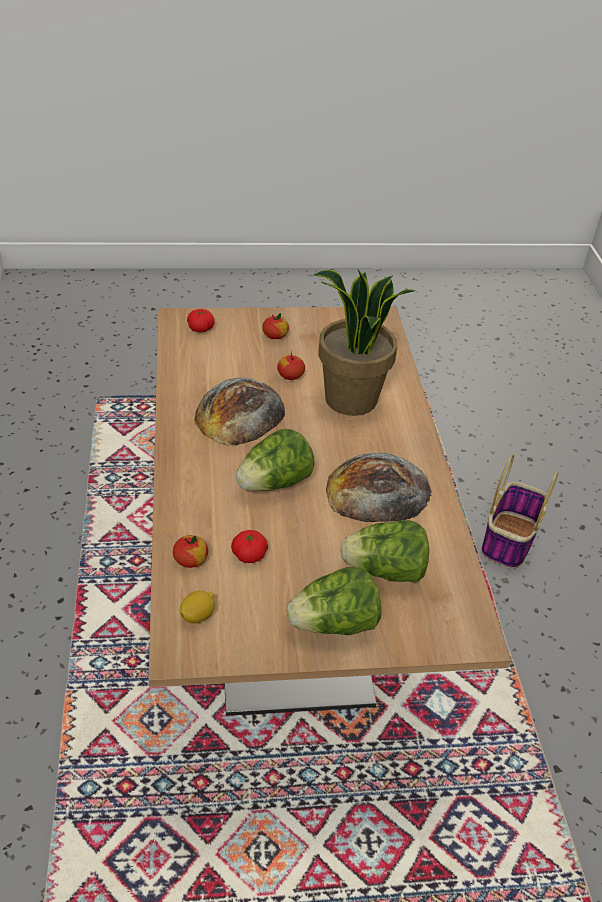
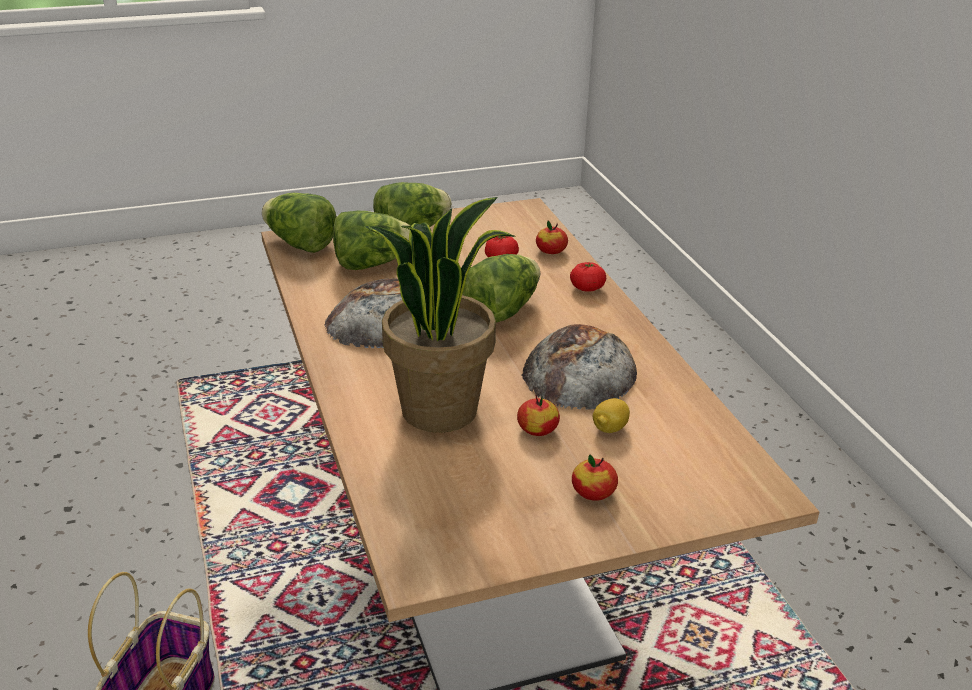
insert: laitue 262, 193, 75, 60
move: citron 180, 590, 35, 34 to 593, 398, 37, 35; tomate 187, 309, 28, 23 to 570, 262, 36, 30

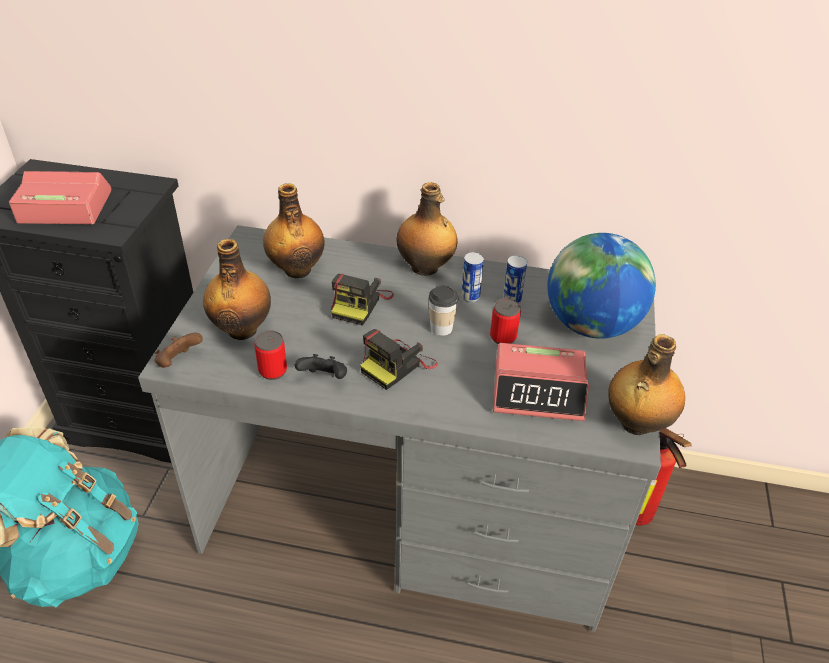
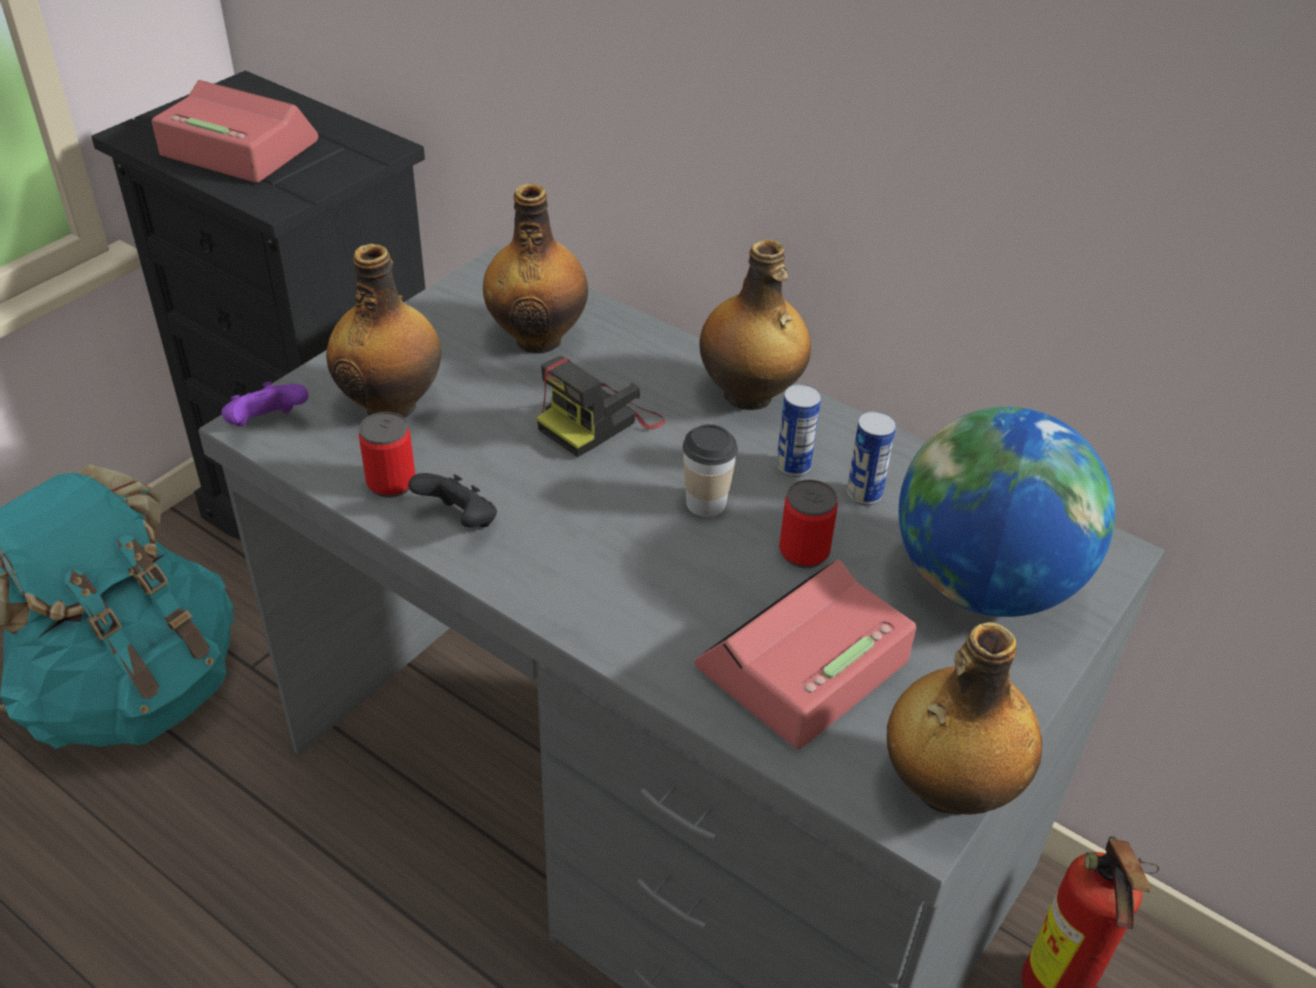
delete: appareil photo 360, 329, 78, 61
recolor: manette/marron 155, 333, 48, 35 to manette/violet 221, 382, 87, 44
rotate: réveil 493, 343, 96, 78 = 695, 559, 221, 190 105 degrees clockwise

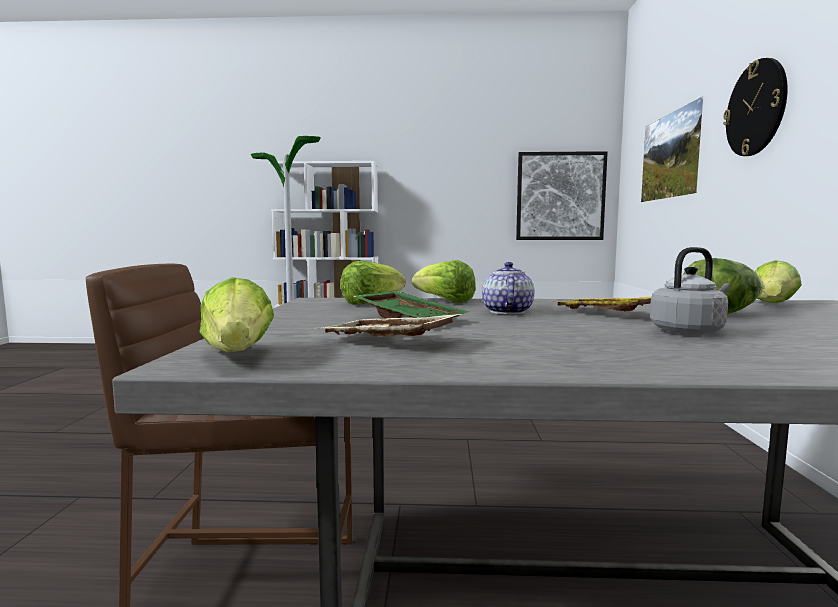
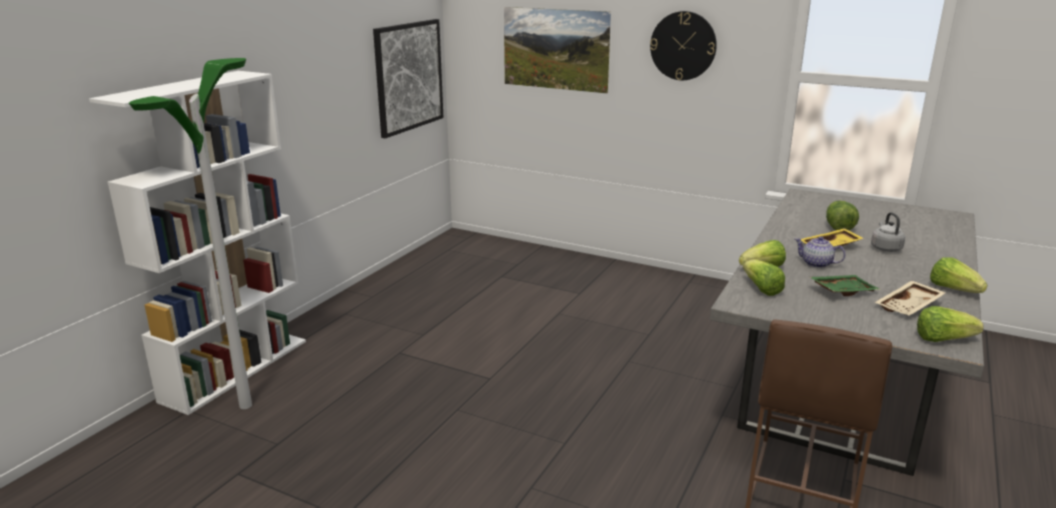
move: laitue 755, 260, 47, 43 to 930, 257, 58, 36

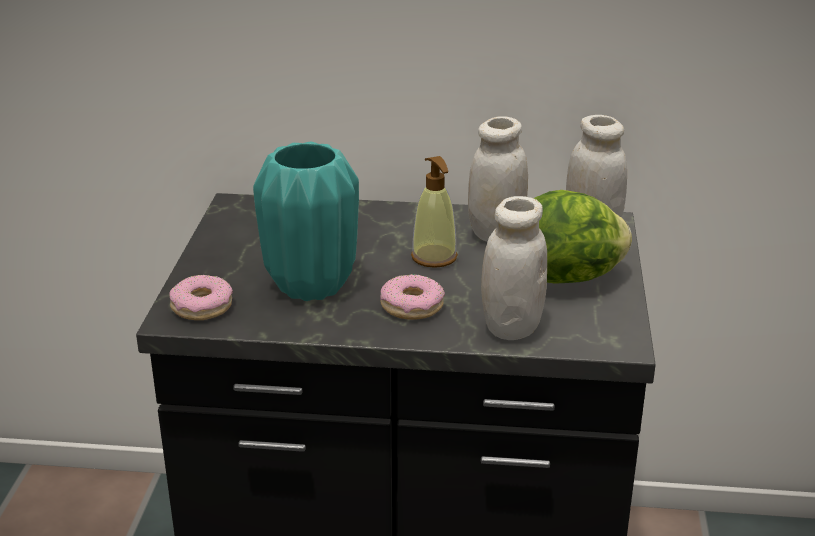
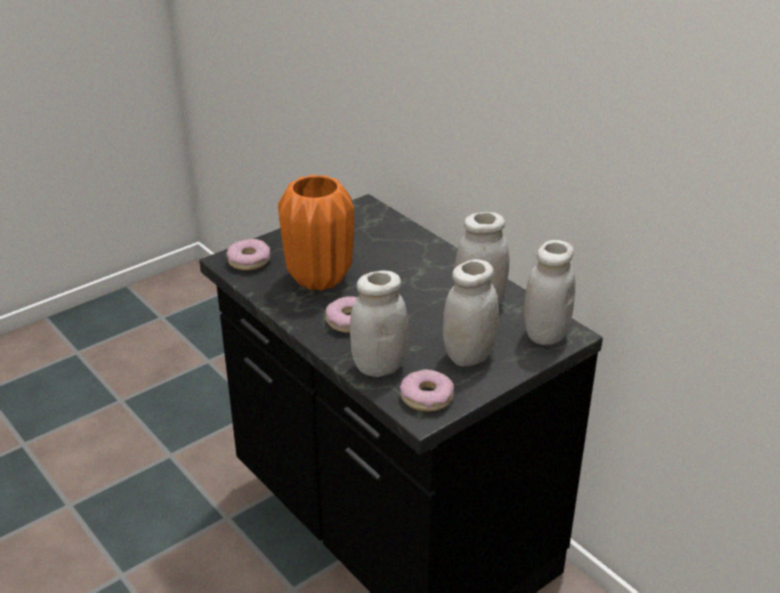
delete: distributeur de savon 411, 156, 47, 112
insert: beignet 400, 370, 54, 42
replace: laitue 534, 190, 98, 94 to bocal/blanc 443, 259, 56, 108
recolor: vase/turquoise 253, 142, 106, 159 to vase/orange 278, 175, 76, 116

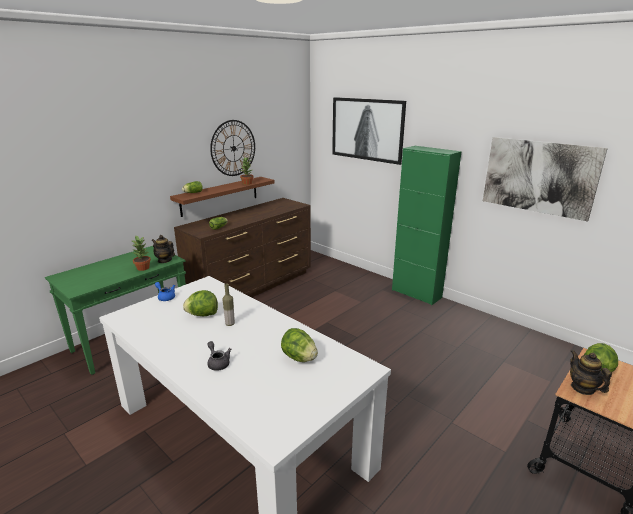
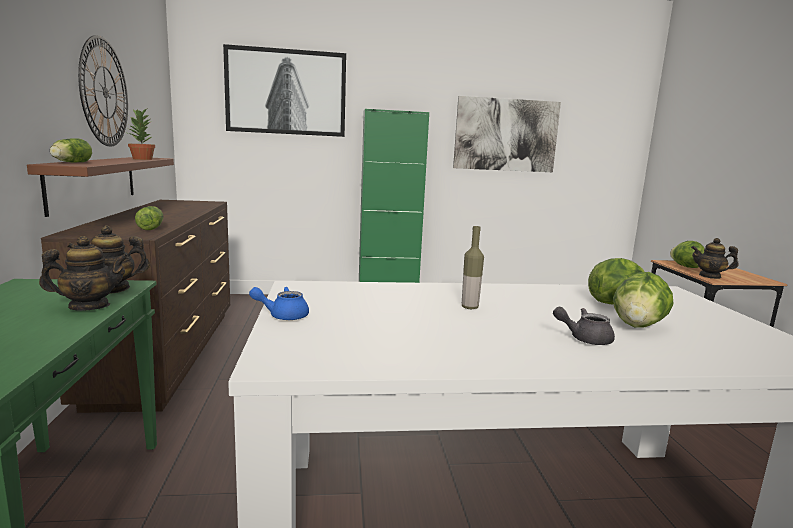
move: laitue 183, 290, 35, 26 to 613, 272, 60, 55
replace: plante en pot 131, 236, 20, 35 to théière 39, 236, 90, 75

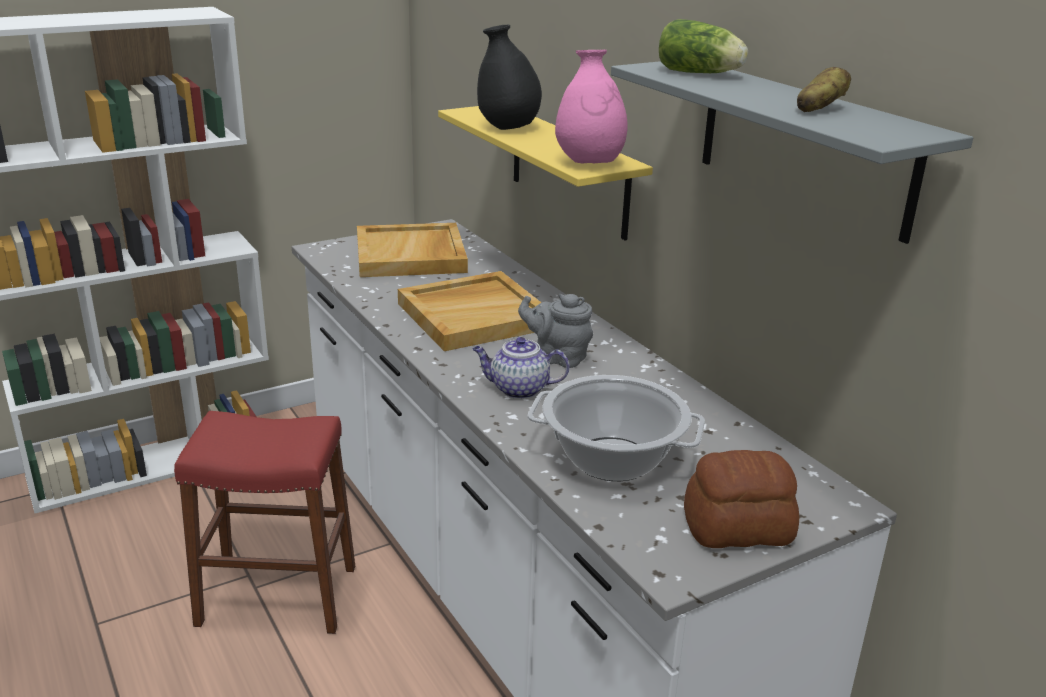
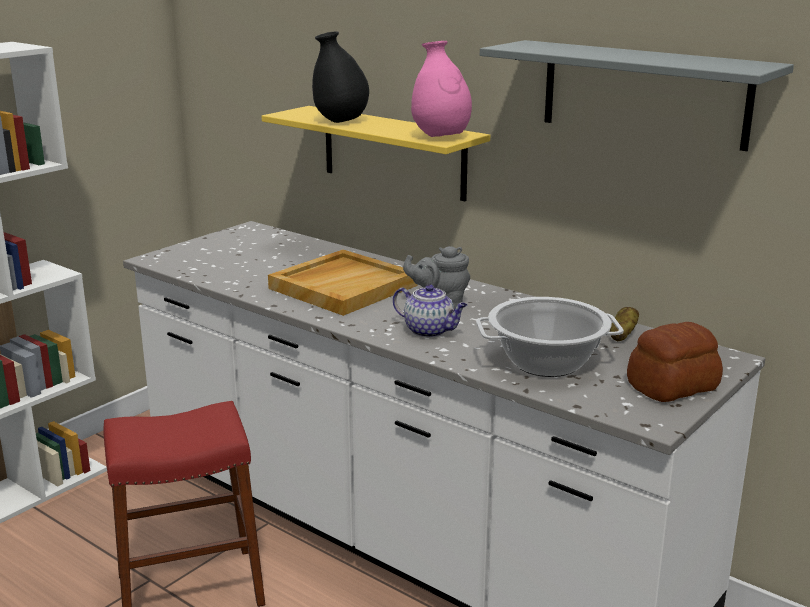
delete: plateau/beige 357, 223, 111, 54; laitue 659, 19, 89, 54
move: pomme de terre 797, 67, 54, 45 to 610, 307, 29, 34
rotate: théière 473, 337, 97, 62 = 393, 284, 74, 54 135 degrees counterclockwise

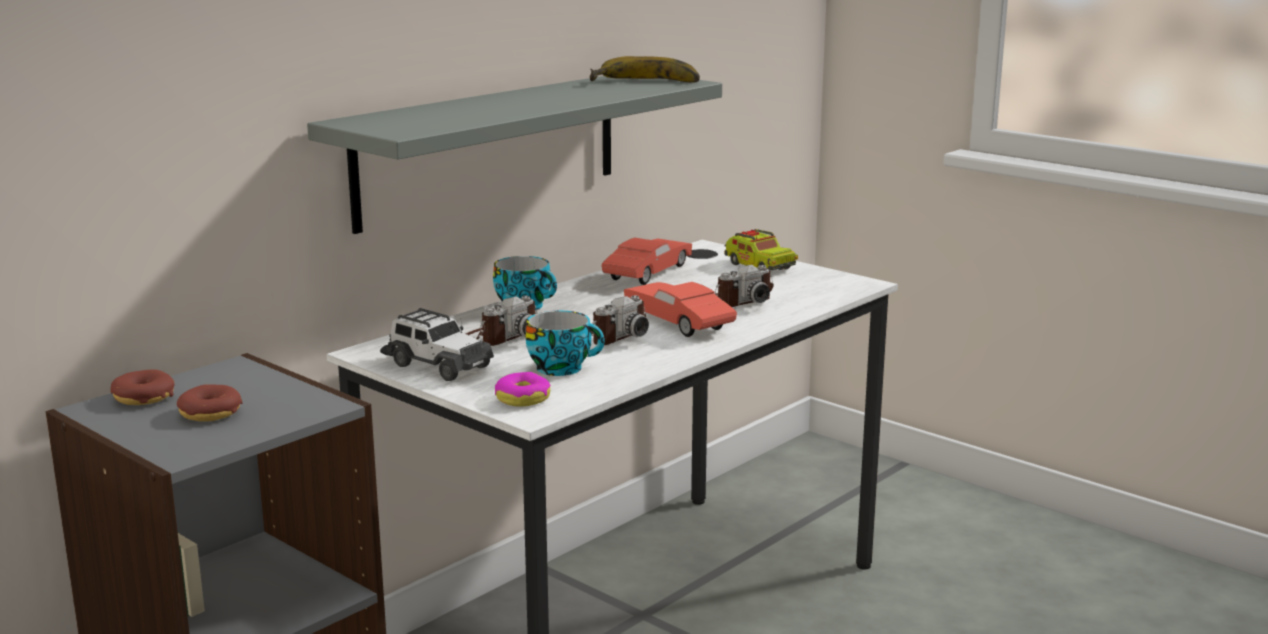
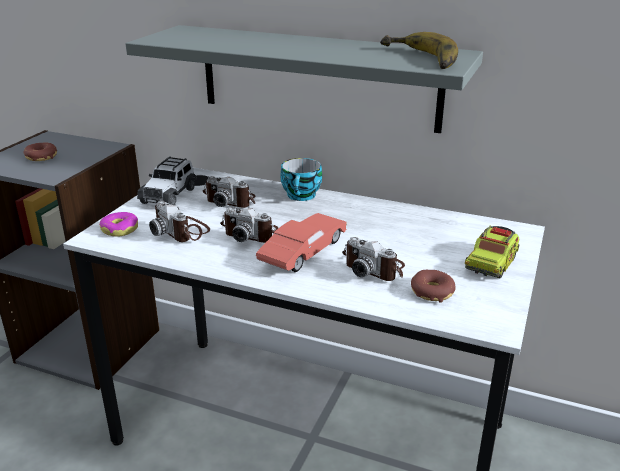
delete: petite voiture/rouge 601, 238, 91, 47
move: beignet 110, 369, 65, 36 to 411, 270, 45, 33
replace: tasse 526, 311, 79, 65 to appareil photo 149, 201, 61, 41

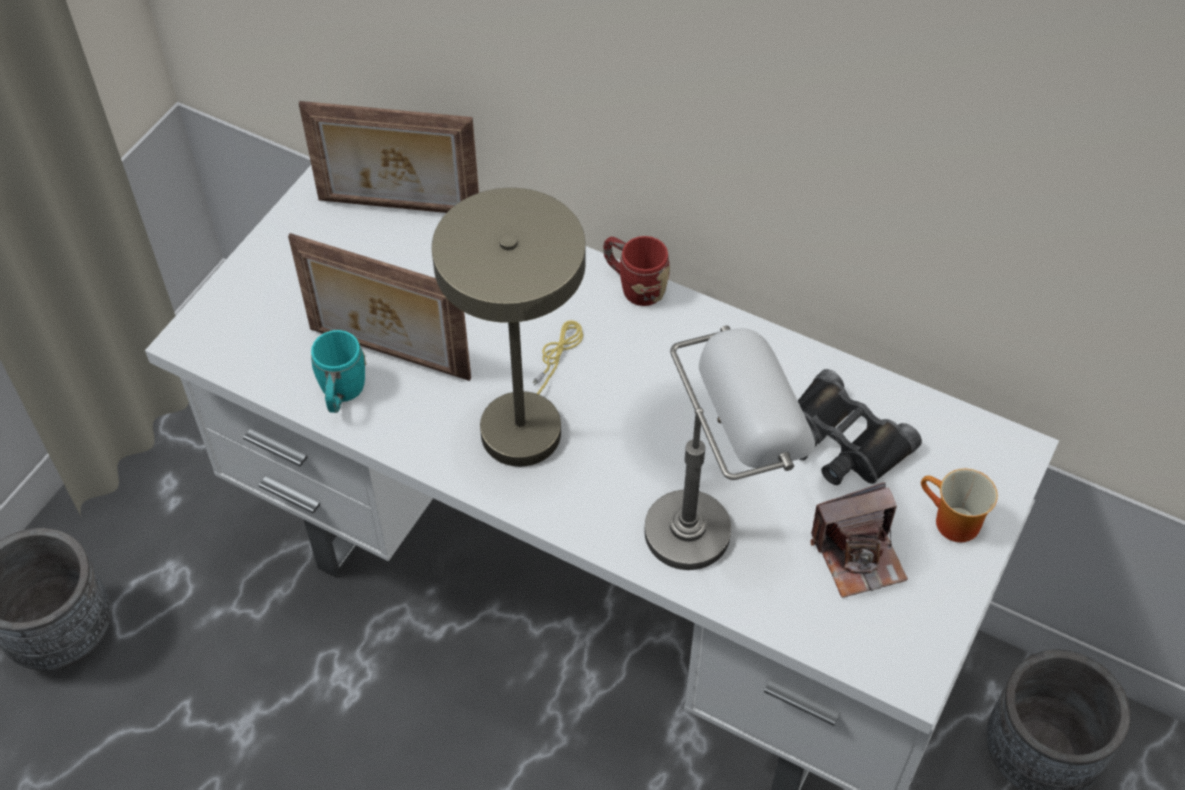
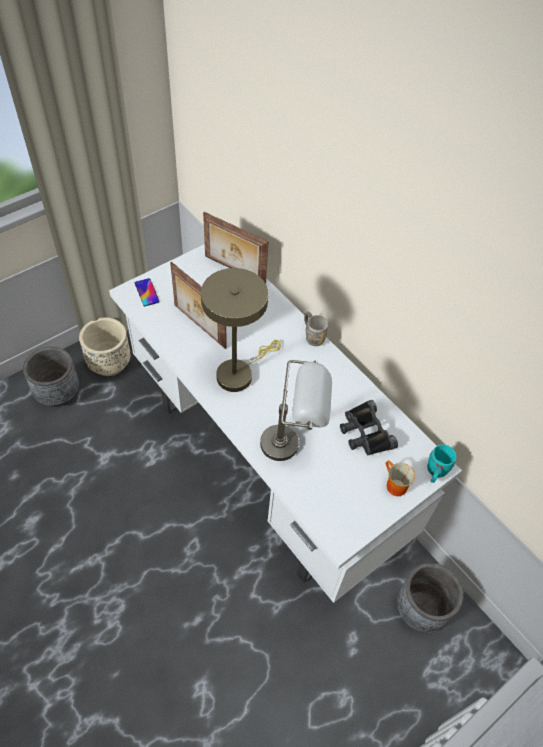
delete: appareil photo 811, 482, 97, 116
insert: cache-pot/beige 79, 317, 52, 59; téléphone 135, 278, 25, 28
move: mug/turquoise 311, 330, 55, 83 to 427, 445, 29, 38
recolor: mug/rouge 603, 236, 67, 70 to mug/gris 304, 311, 25, 35

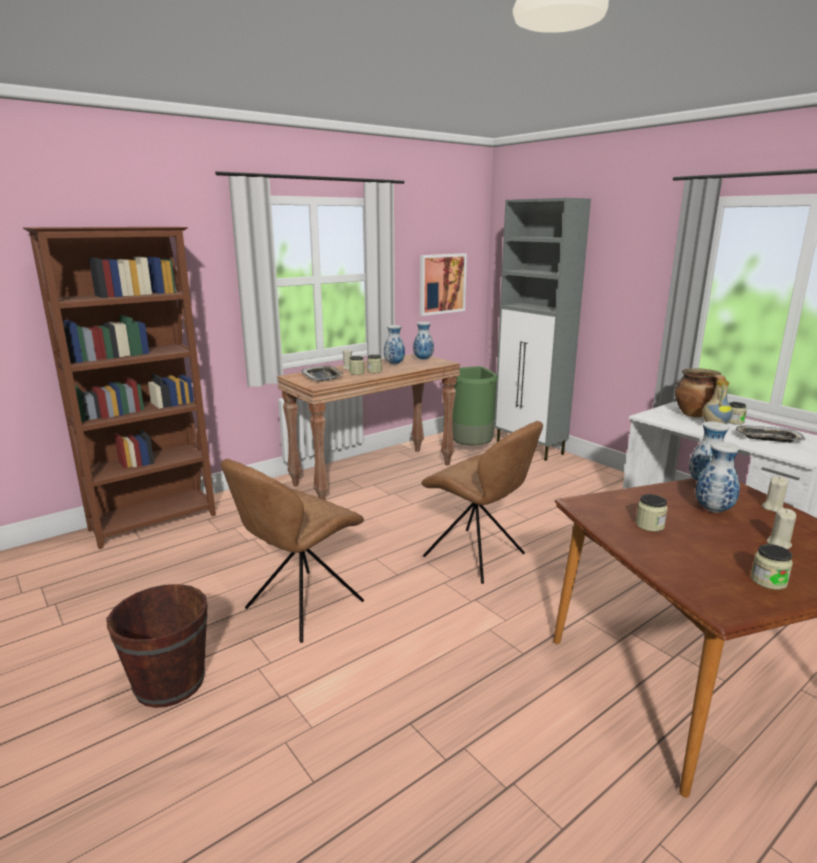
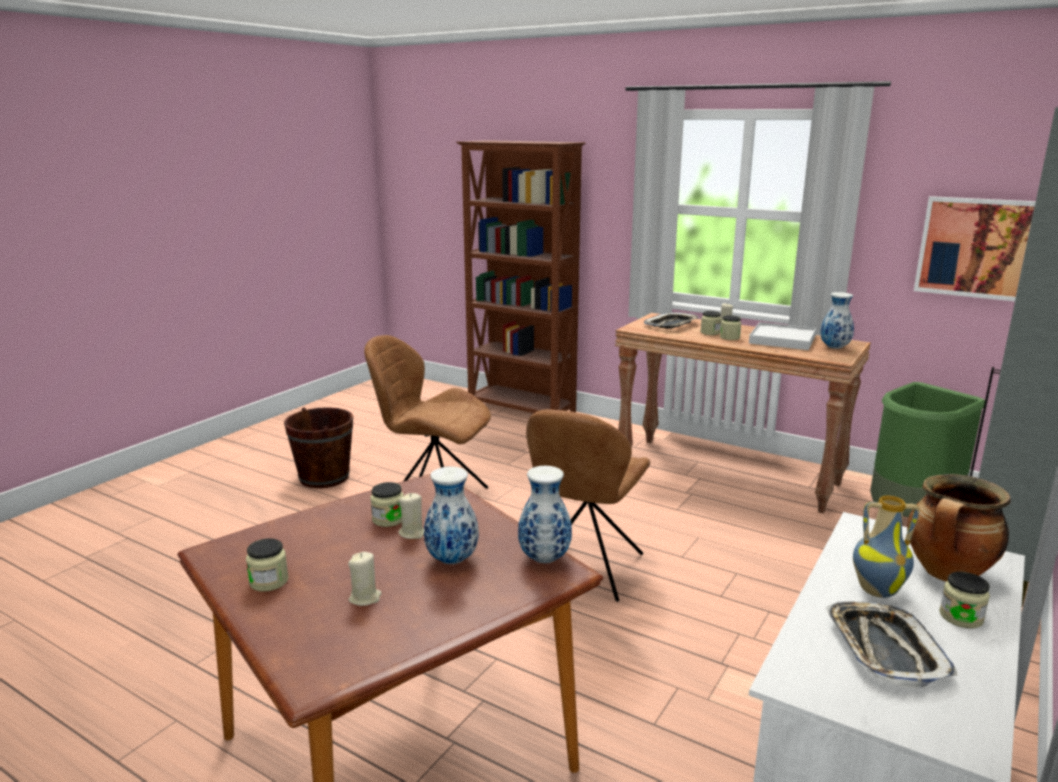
move: bougie/beige 762, 476, 26, 36 to 399, 493, 25, 46
replace: vase 384, 325, 21, 39 to plateau/blanc 749, 322, 67, 28

